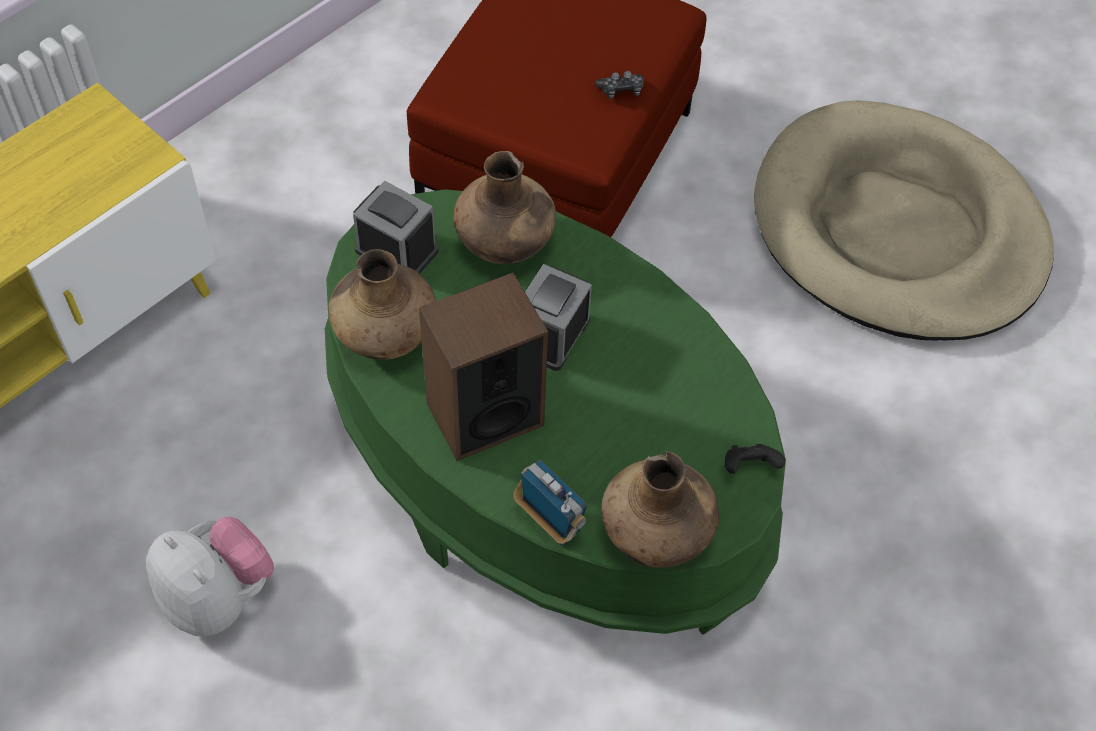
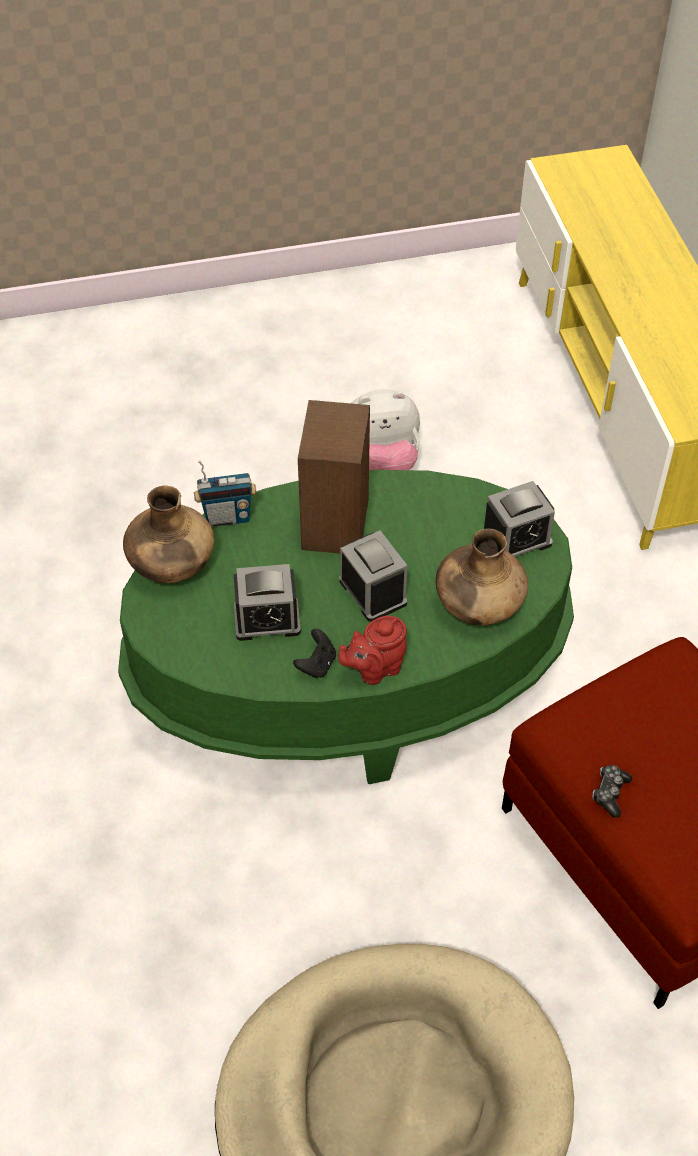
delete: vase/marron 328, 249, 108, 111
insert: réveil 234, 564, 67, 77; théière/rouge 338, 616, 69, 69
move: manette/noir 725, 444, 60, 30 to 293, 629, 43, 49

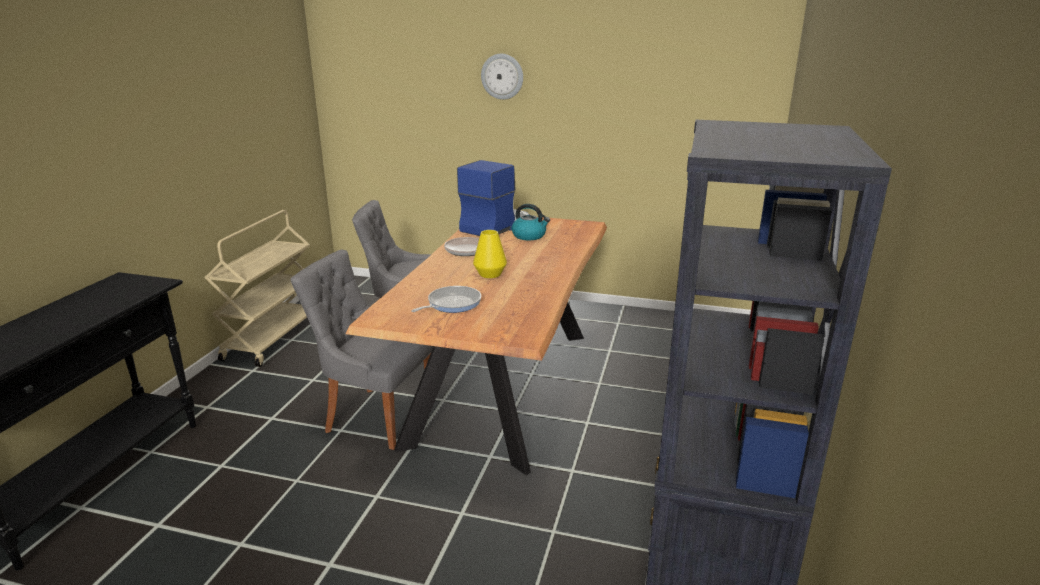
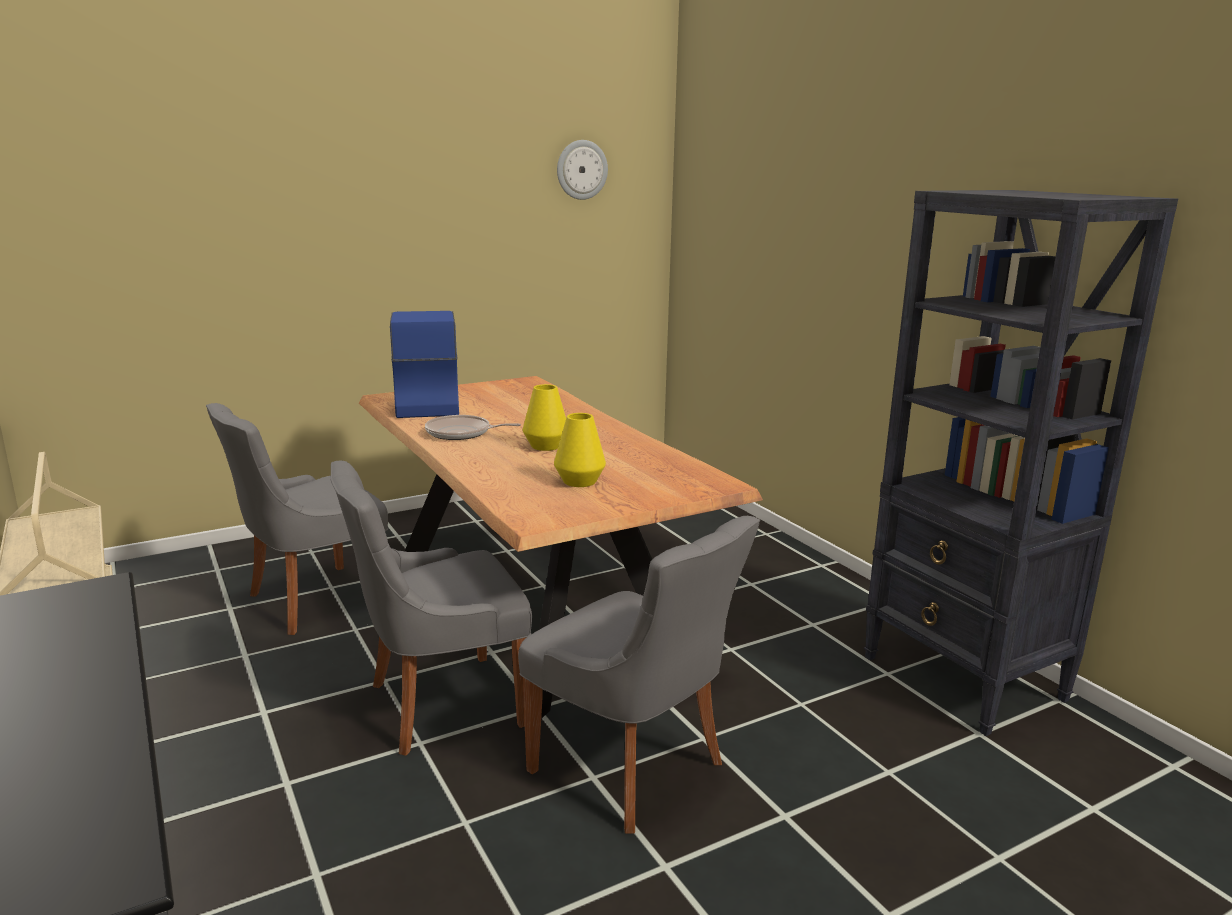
delete: bouilloire 512, 204, 38, 36
insert: chaise/gris 518, 516, 242, 318
move: horloge murale 481, 54, 42, 46 to 557, 140, 51, 60
replace: poêle 411, 286, 70, 27 to vase/jaune 554, 413, 52, 74

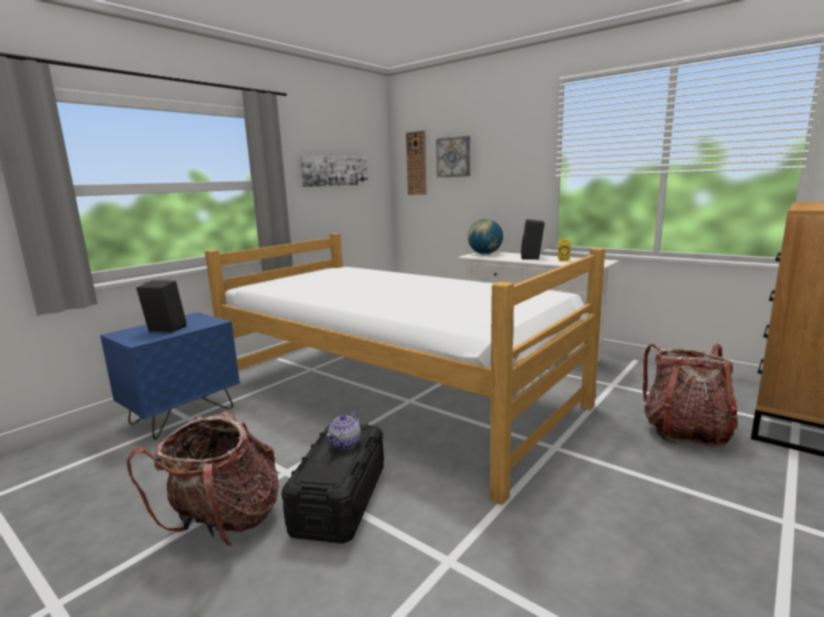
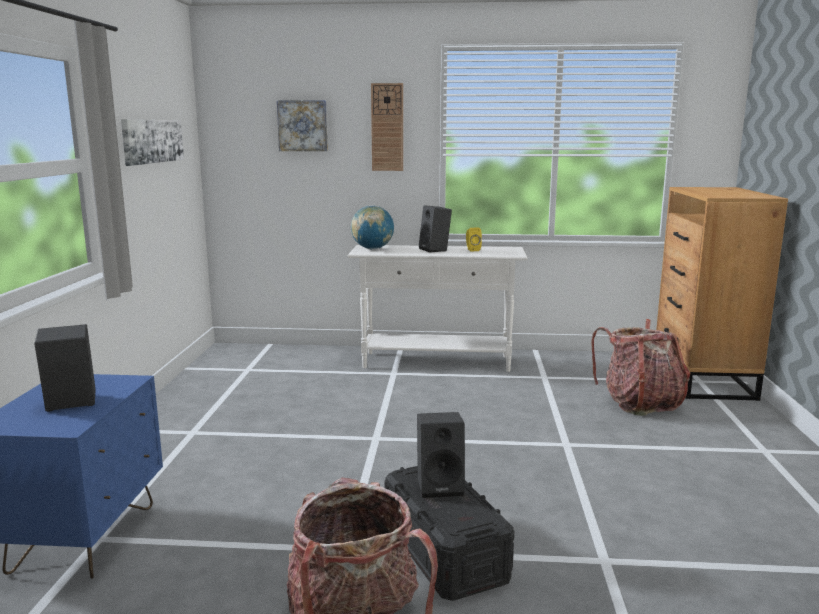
delete: lit 205, 233, 400, 272
move: horloge murale 406, 130, 21, 65 to 371, 83, 32, 88
replace: théière 327, 412, 34, 38 to enceinte/noir 417, 412, 48, 86

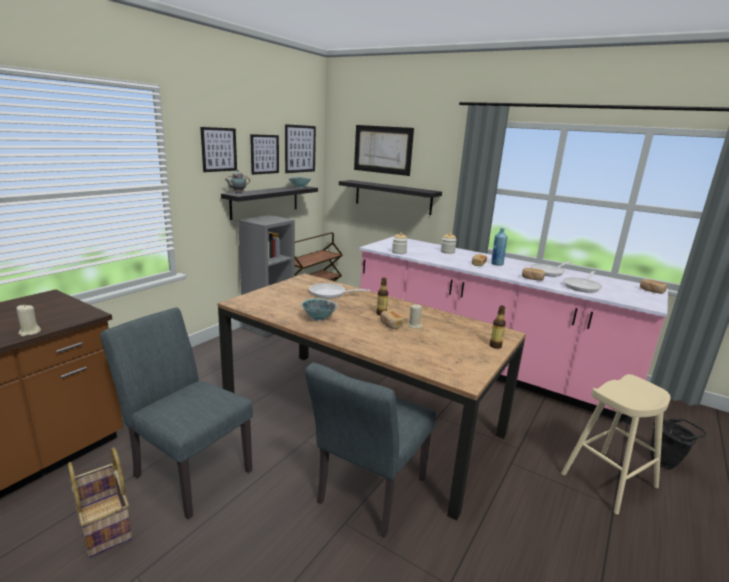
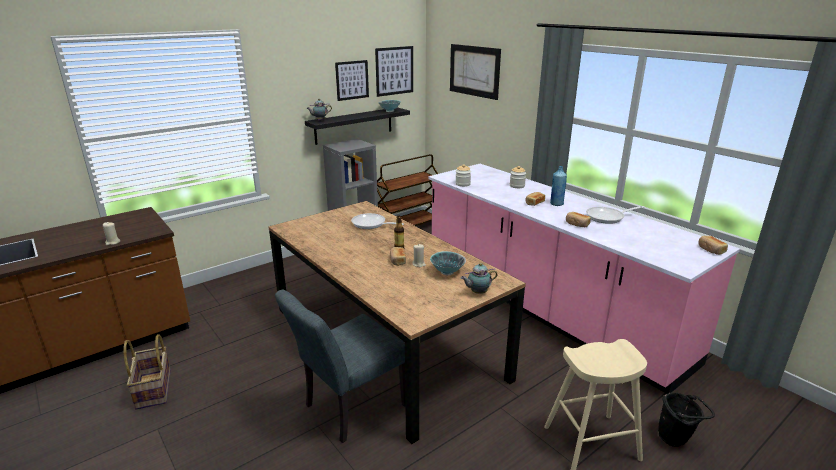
delete: chaise/gris 100, 307, 153, 212; tableau 200, 127, 37, 45; étagère/noir 339, 180, 103, 35; poêle 563, 271, 39, 22
move: bol 301, 298, 37, 23 to 430, 251, 36, 24
replace: bouteille 490, 306, 16, 43 to théière 461, 263, 37, 31

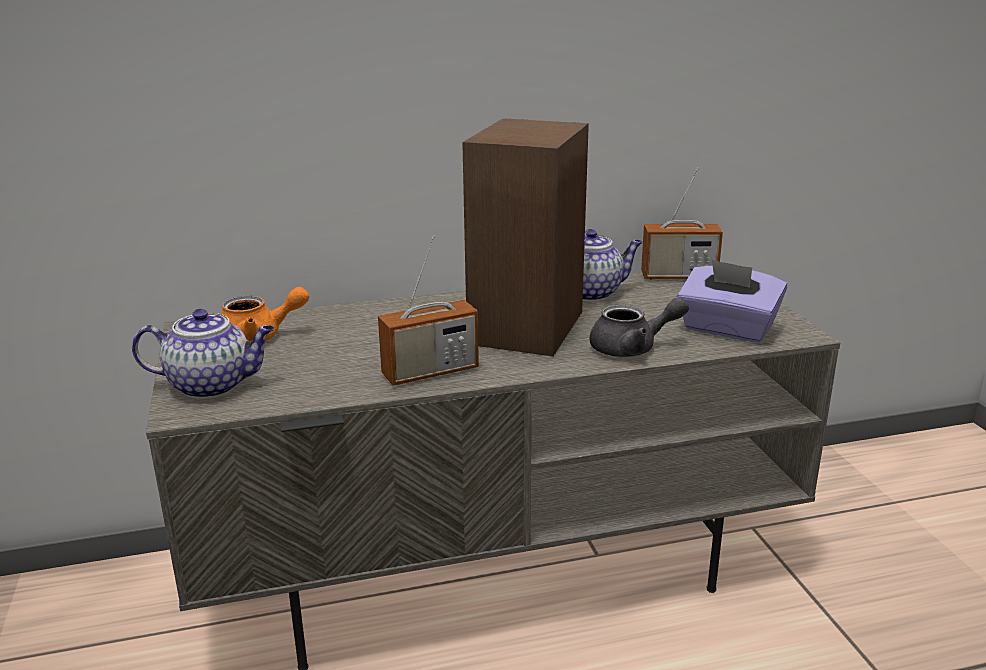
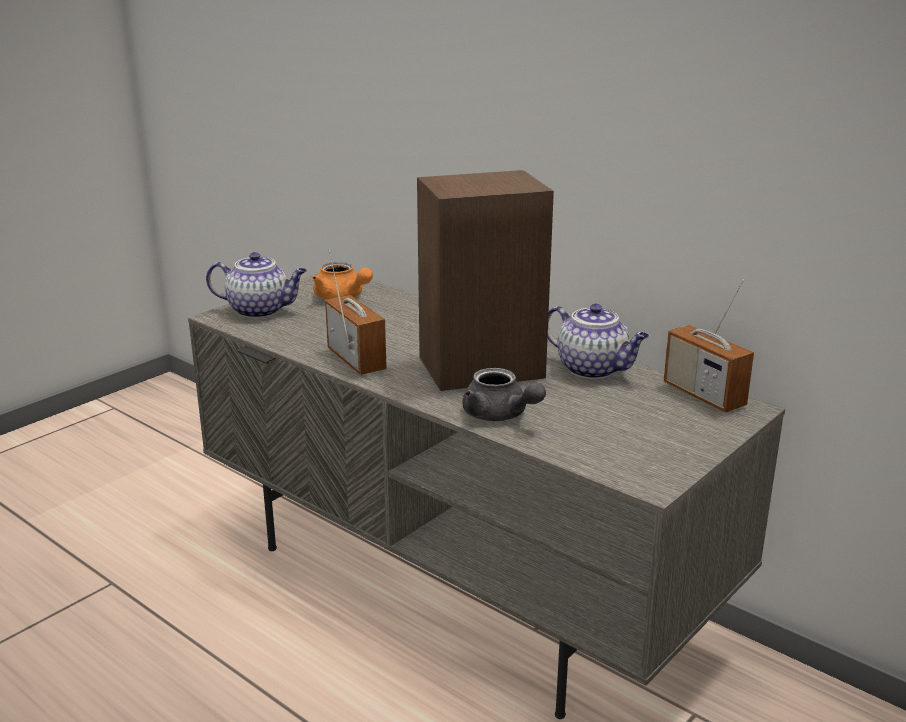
delete: boîte à mouchoirs/violet 677, 259, 110, 84
rotate: théière 132, 309, 143, 90 = 206, 252, 101, 66 45 degrees counterclockwise; radio 378, 235, 101, 151 = 325, 250, 62, 125 150 degrees counterclockwise

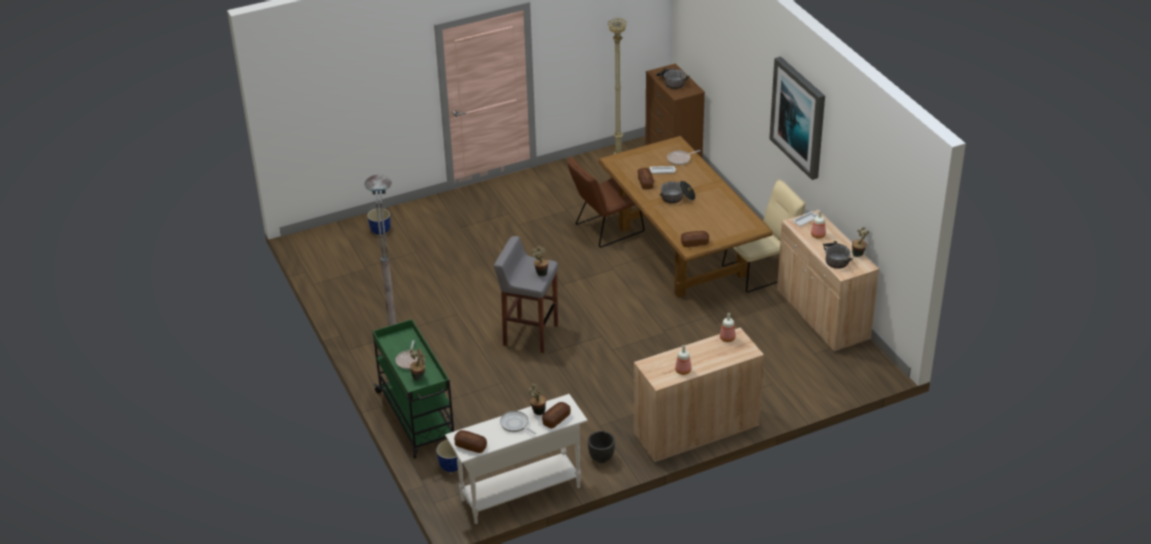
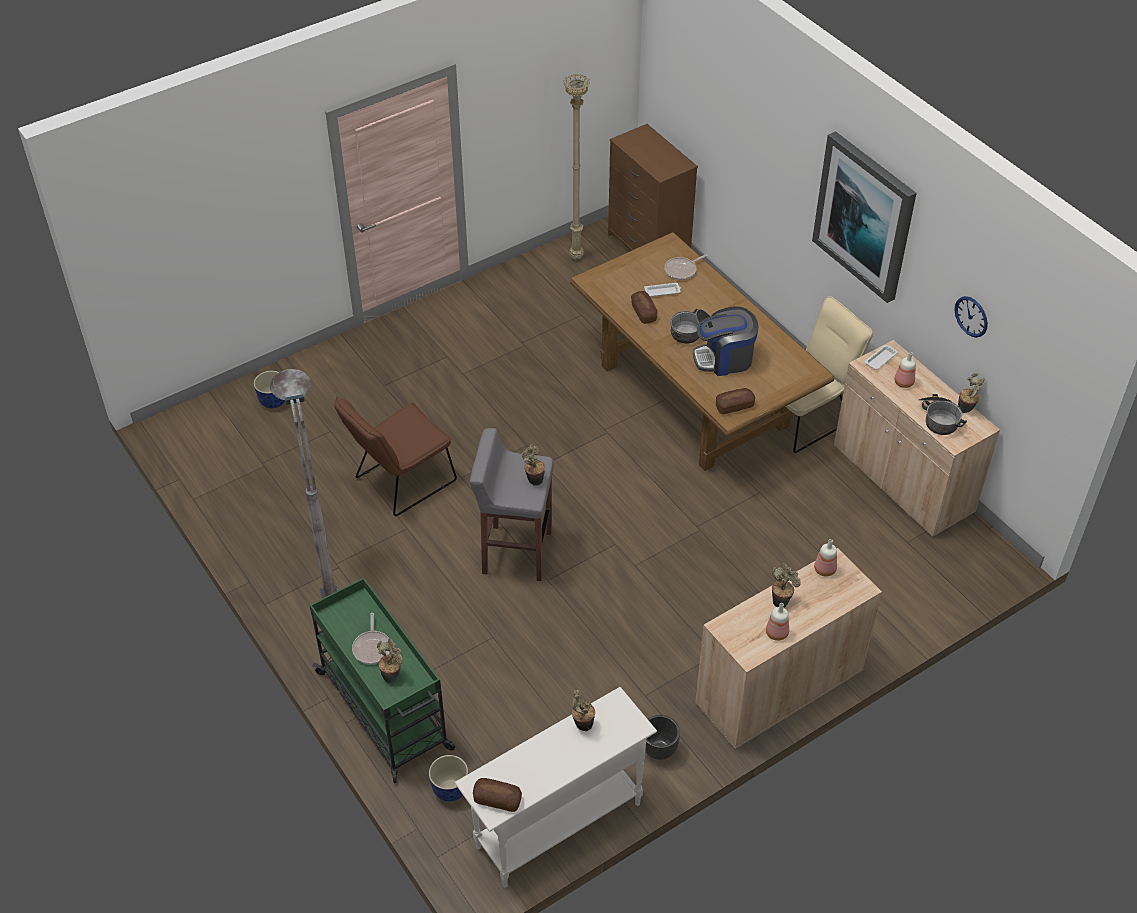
delete: poêle 500, 411, 36, 24; pain 542, 402, 29, 27; marmite 656, 68, 34, 21
insert: machine à café 693, 306, 65, 70; plante en pot 772, 563, 29, 45; horloge murale 954, 296, 34, 42
move: chaise/marron 567, 157, 77, 91 to 334, 396, 123, 120

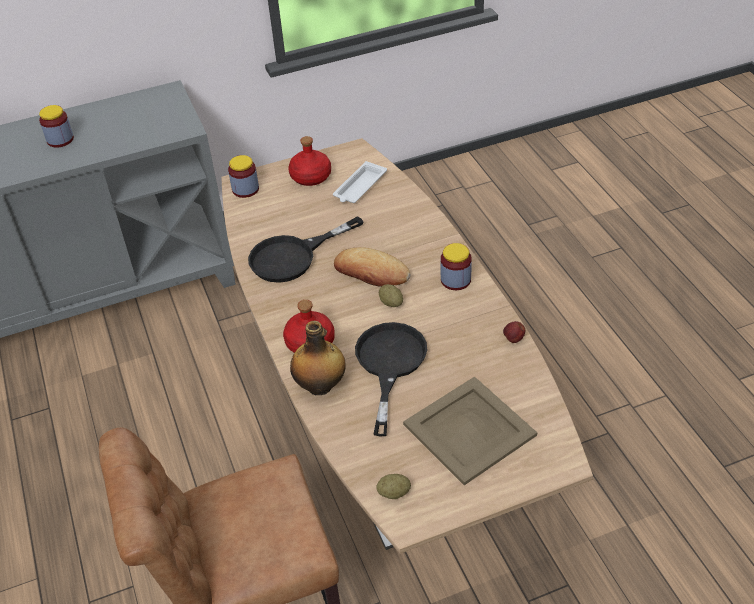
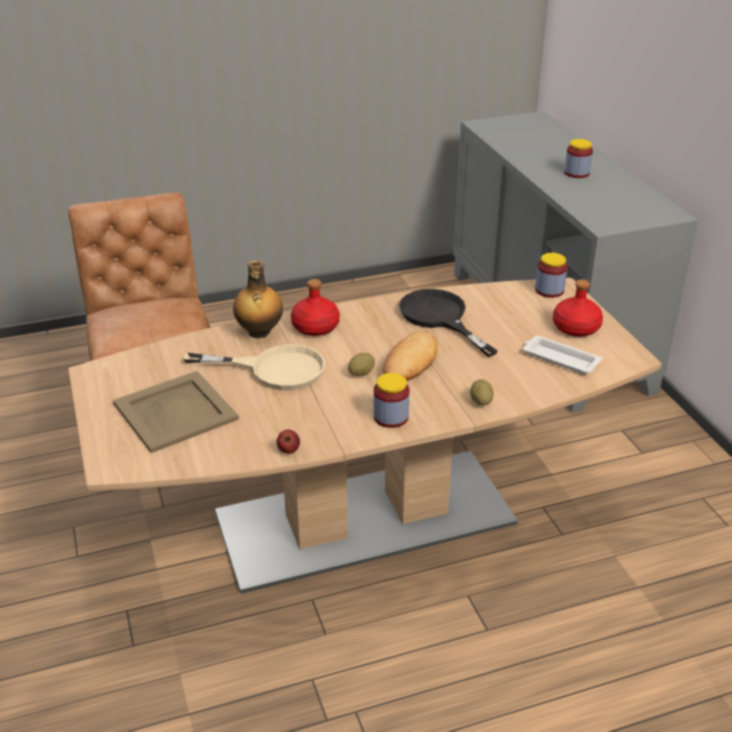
move: pomme de terre 376, 474, 35, 25 to 470, 379, 24, 27
recolor: poêle/noir 355, 322, 72, 115 to poêle/beige 184, 345, 141, 45

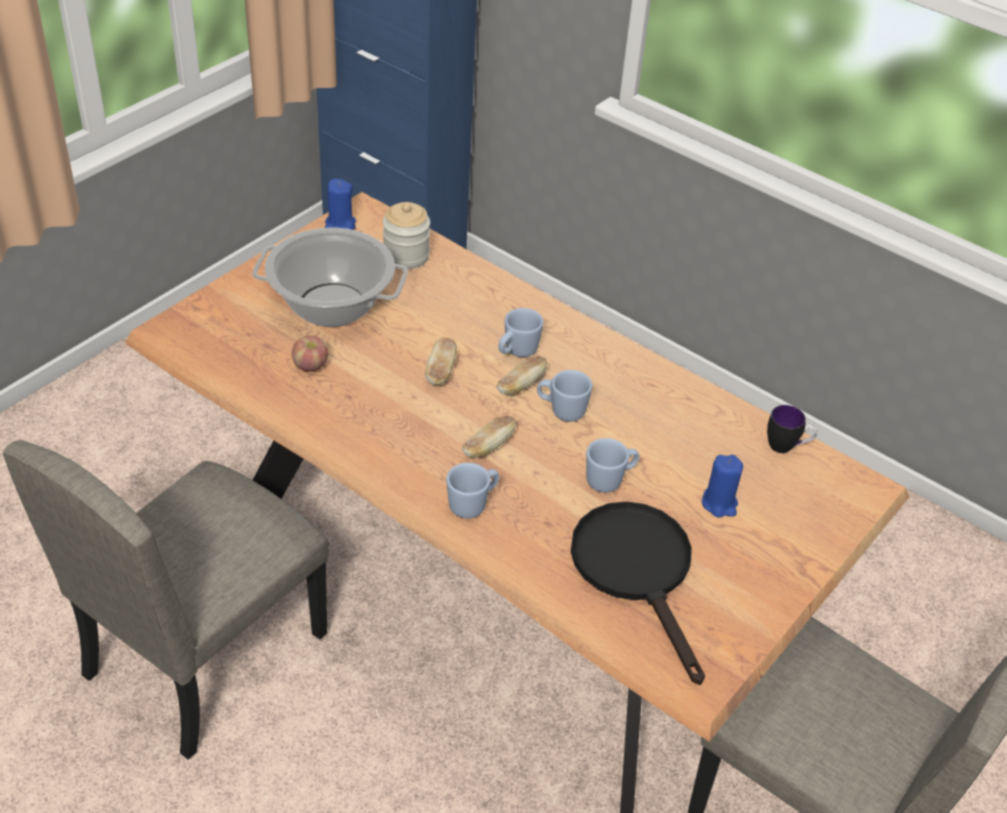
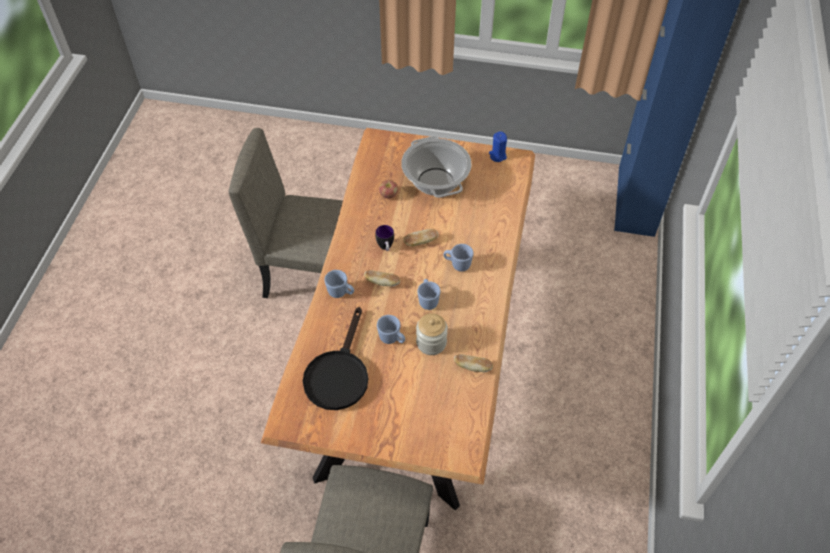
delete: bougie/bleu 702, 455, 41, 63
move: bocal 383, 202, 47, 67 to 416, 313, 32, 42; pain 497, 356, 50, 39 to 454, 354, 39, 18; mug 767, 405, 51, 48 to 376, 225, 18, 26
rotate: poêle/noir 571, 501, 134, 184 = 303, 307, 65, 103 150 degrees clockwise

